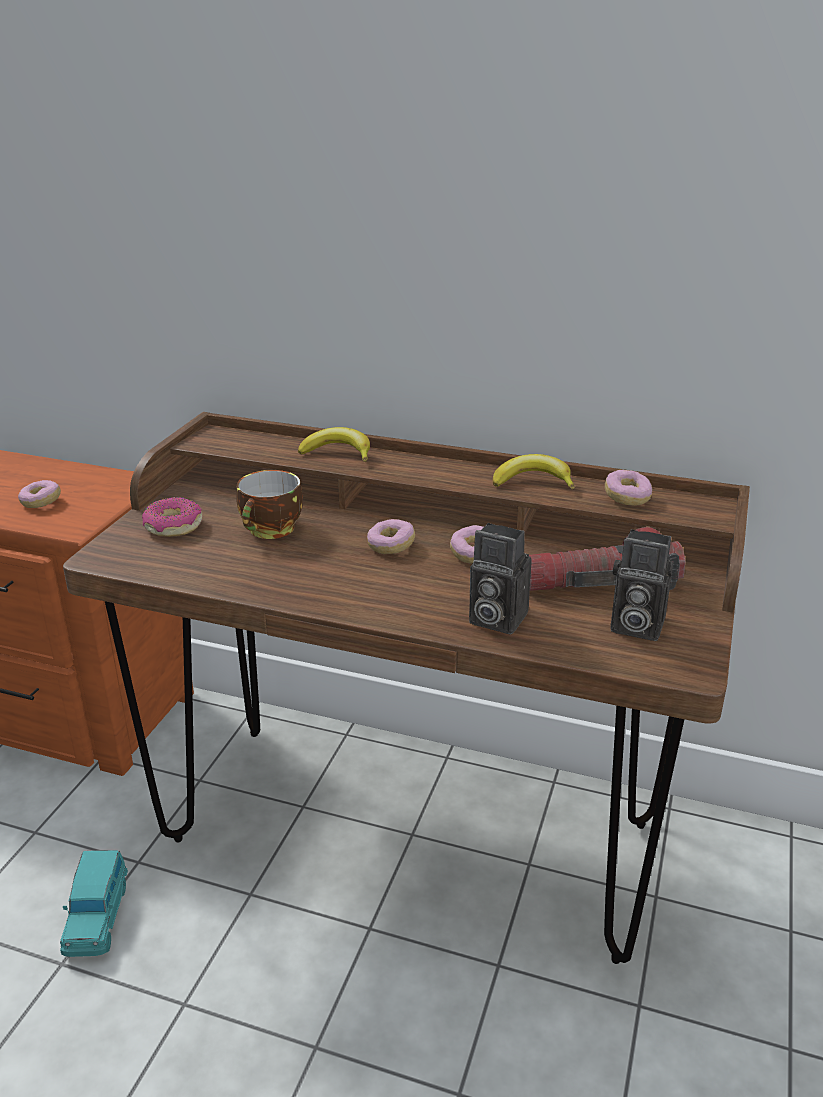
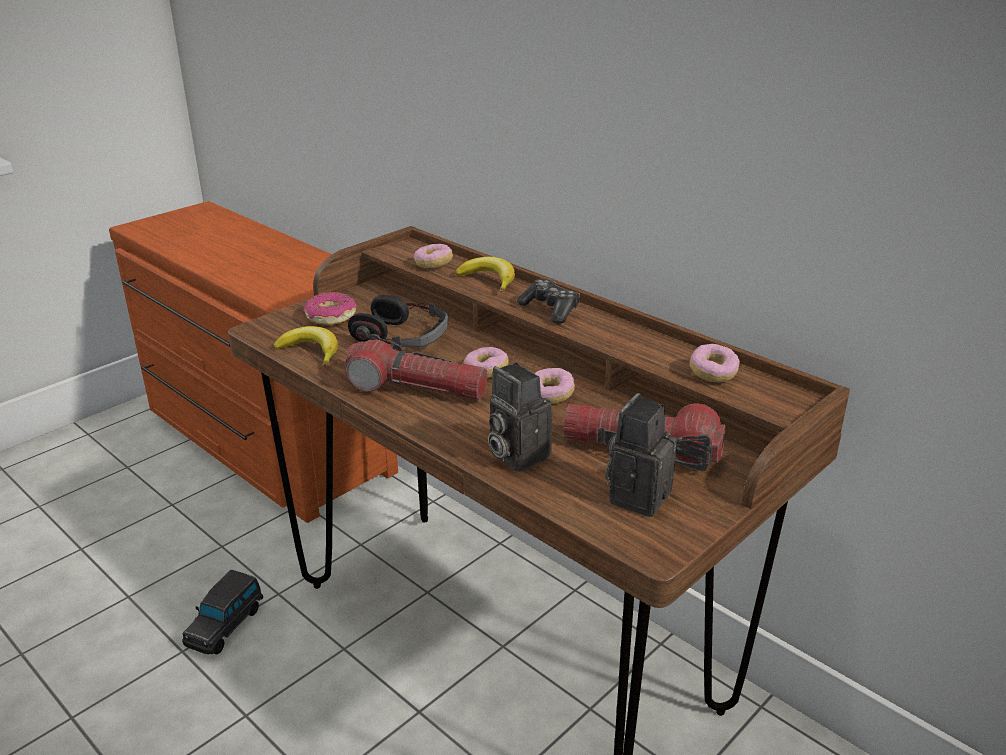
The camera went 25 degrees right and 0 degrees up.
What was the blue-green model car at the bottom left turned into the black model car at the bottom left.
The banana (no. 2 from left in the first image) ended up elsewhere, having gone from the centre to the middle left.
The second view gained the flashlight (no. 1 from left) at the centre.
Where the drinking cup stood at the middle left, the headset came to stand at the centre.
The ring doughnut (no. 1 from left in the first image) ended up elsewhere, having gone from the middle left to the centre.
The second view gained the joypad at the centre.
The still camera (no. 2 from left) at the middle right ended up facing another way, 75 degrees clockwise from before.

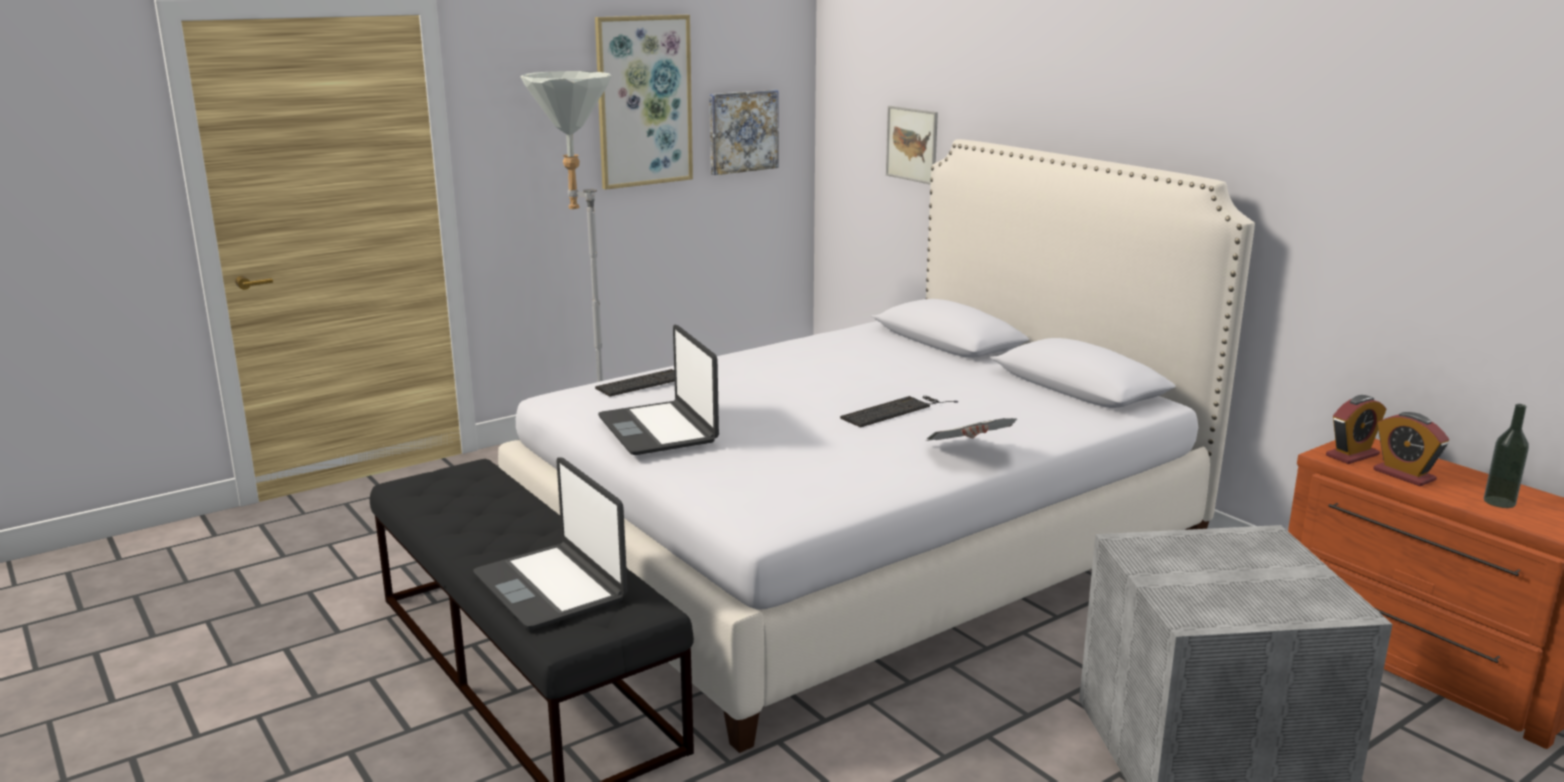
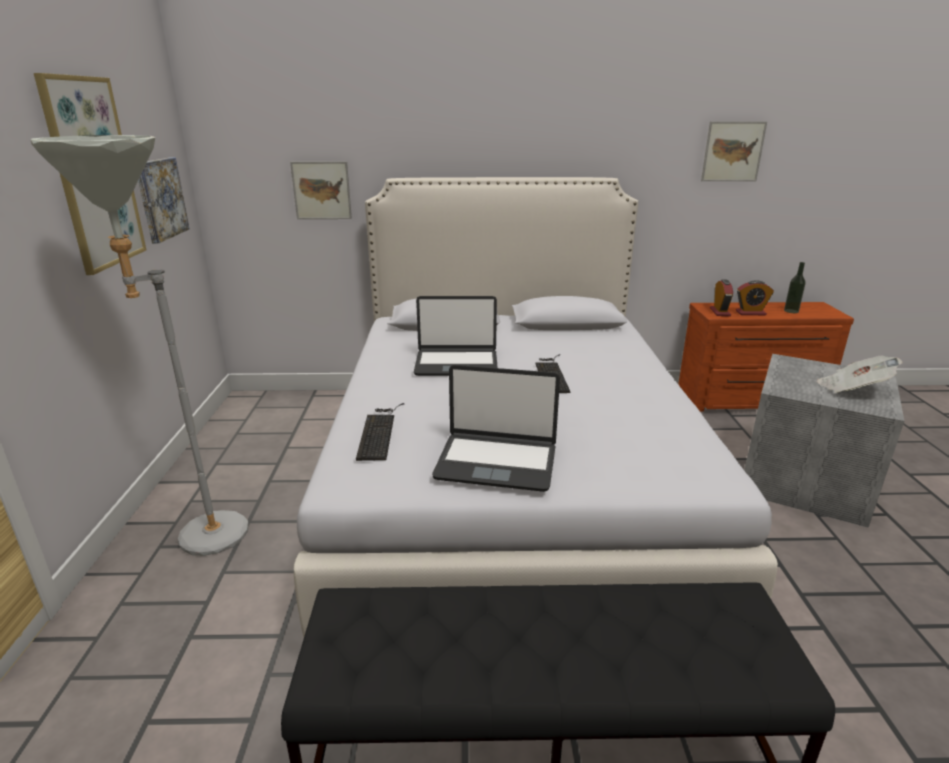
The camera went 55 degrees left and 5 degrees up.
The portable computer (no. 1 from left) ended up elsewhere, having gone from the bottom centre to the centre.
The second view gained the wall picture (no. 4 from left) at the top right.
The daily paper ended up elsewhere, having gone from the centre to the middle right.

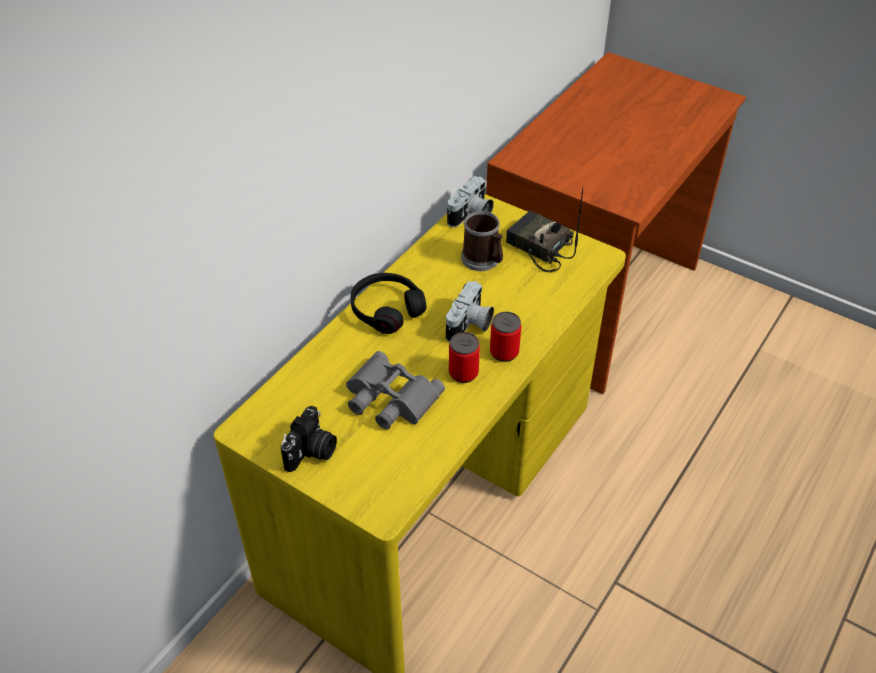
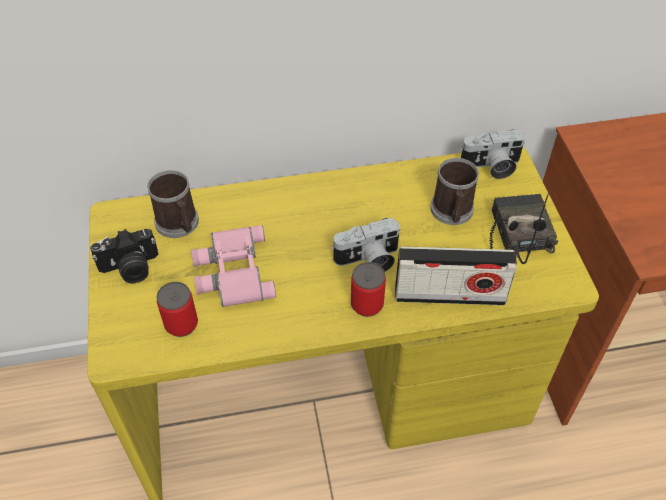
The camera went 45 degrees right and 5 degrees up.
The second view gained the tea mug (no. 1 from left) at the middle left.
The metal can (no. 1 from left) ended up elsewhere, having gone from the centre to the middle left.
What was the gray binoculars at the centre turned into the pinkish binoculars at the centre.
The second view gained the radio receiver (no. 1 from left) at the middle right.
The second view lost the black headset at the centre.

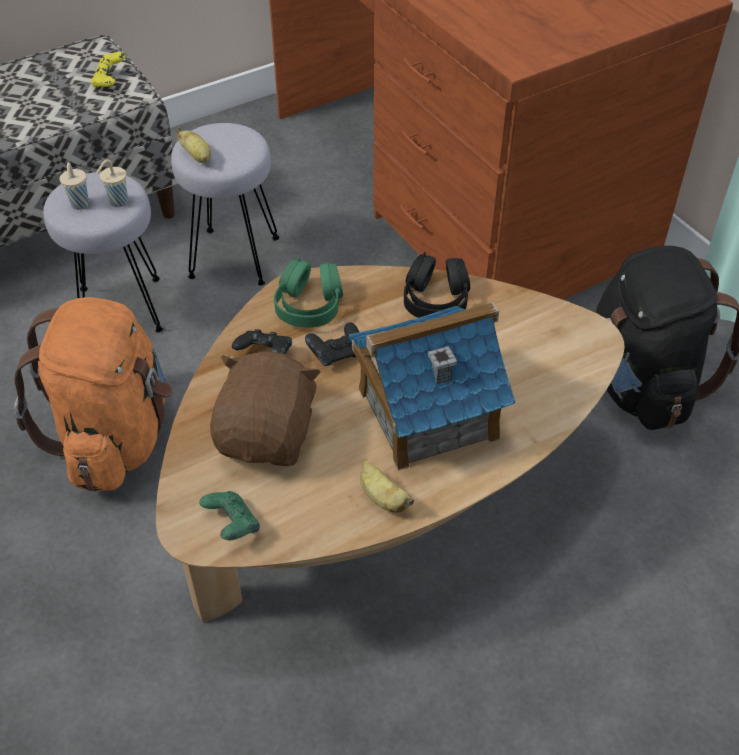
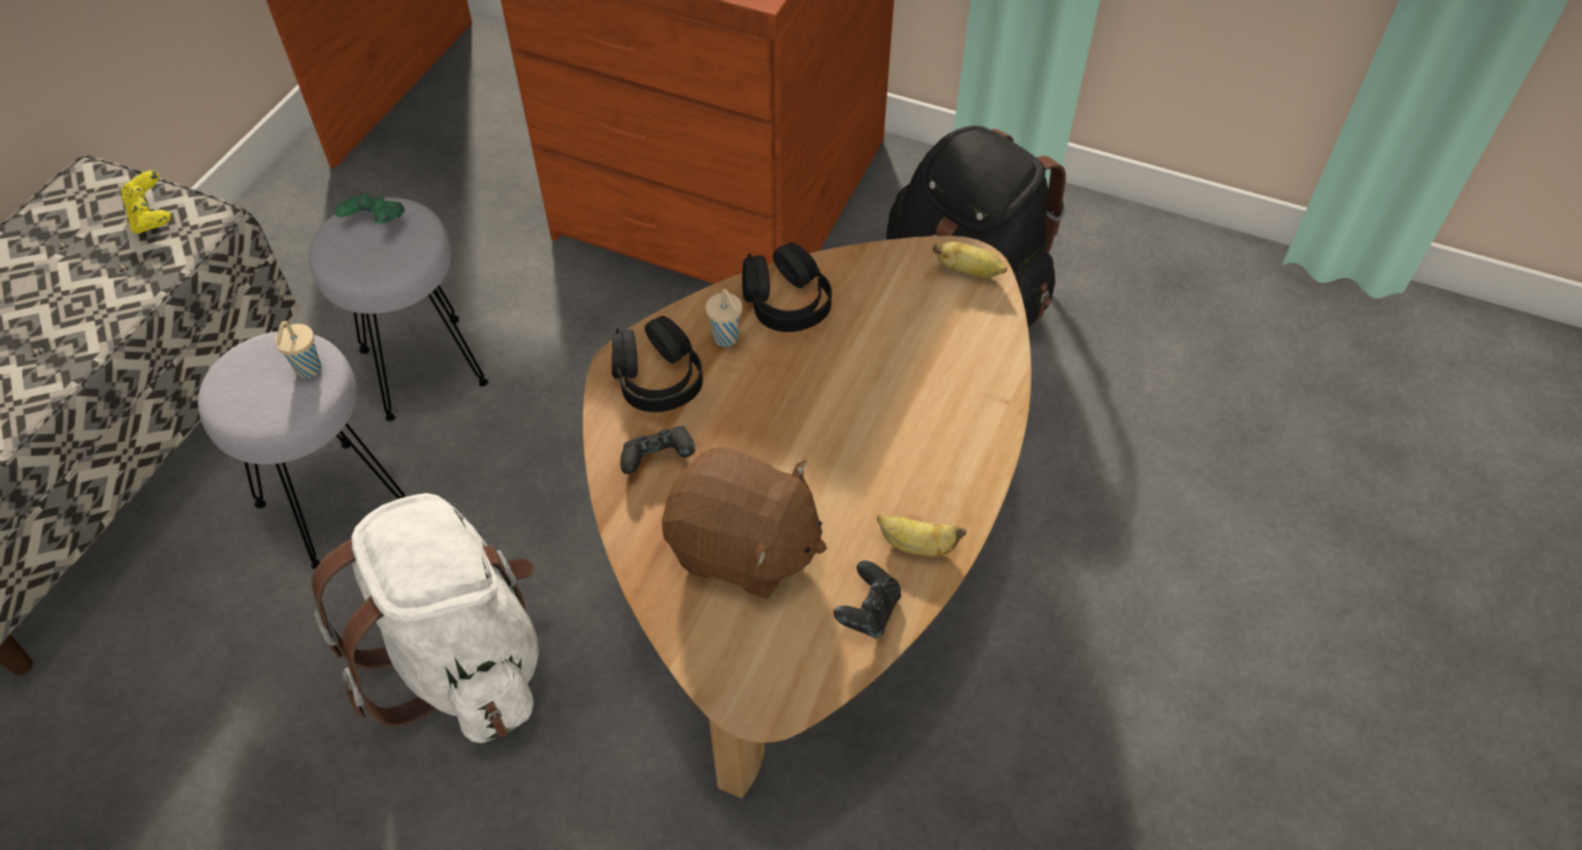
The camera went 35 degrees left and 5 degrees up.
What was the orange-coloured rucksack at the middle left turned into the white rucksack at the bottom left.
The green joypad ended up elsewhere, having gone from the bottom left to the top left.
What was the green headset at the centre turned into the black headset (no. 1 from left) at the centre.
The brownish cuddly toy at the centre ended up facing another way, 135 degrees clockwise from before.
The sand-coloured drinking cup (no. 1 from left in the first image) ended up elsewhere, having gone from the top left to the centre.
The black joypad (no. 2 from left) ended up elsewhere, having gone from the centre to the bottom centre.
The banana (no. 1 from left in the first image) ended up elsewhere, having gone from the top left to the top centre.
The second view lost the toy house at the centre.

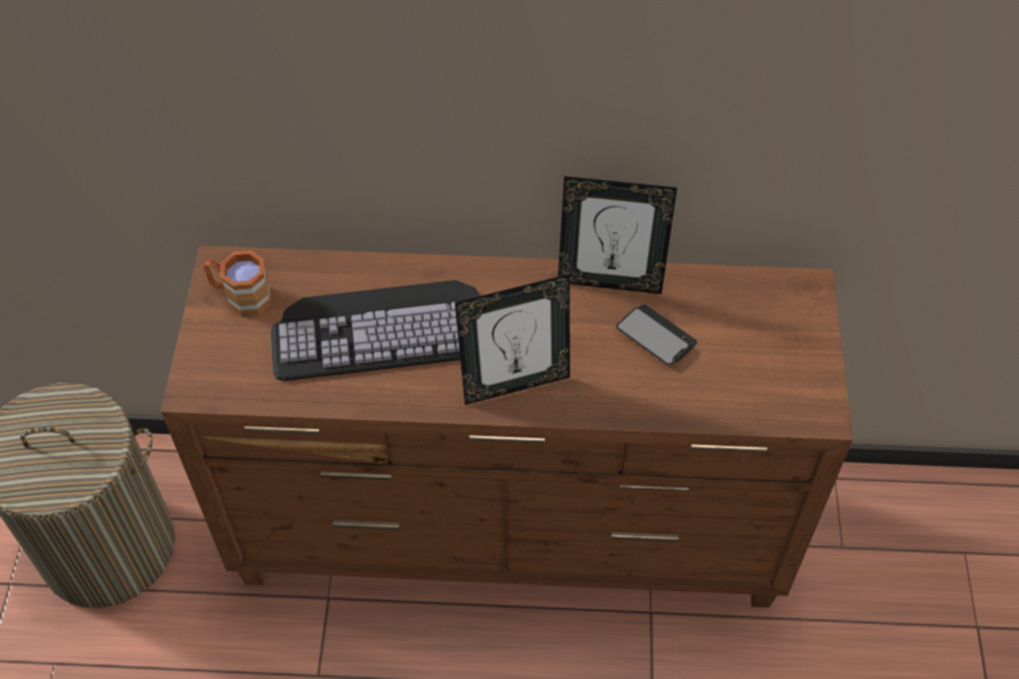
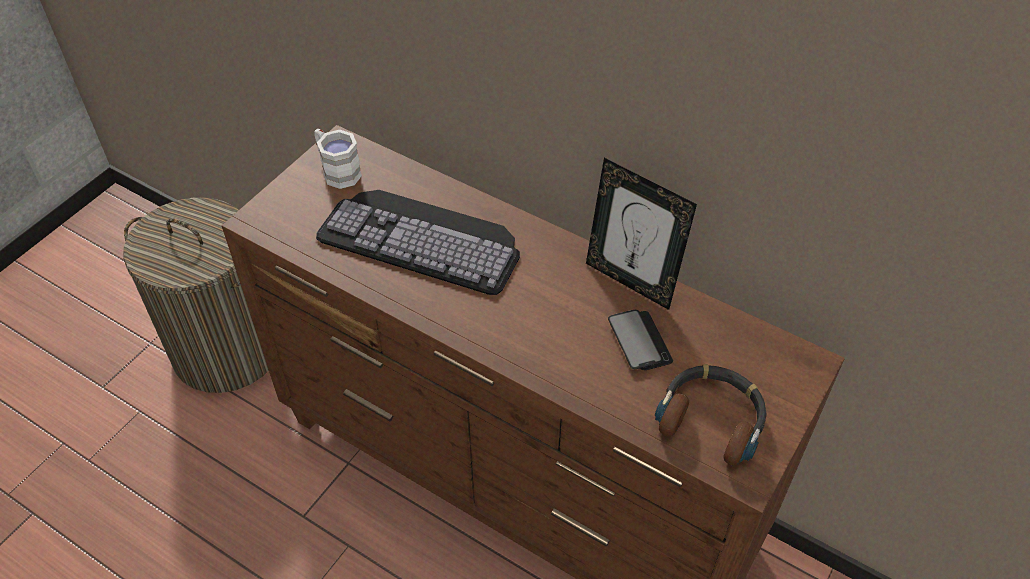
The camera went 30 degrees right and 5 degrees down.
What was the brownish tea mug at the middle left turned into the white tea mug at the top left.
The second view gained the headset at the bottom right.
The second view lost the photo frame (no. 1 from left) at the centre.

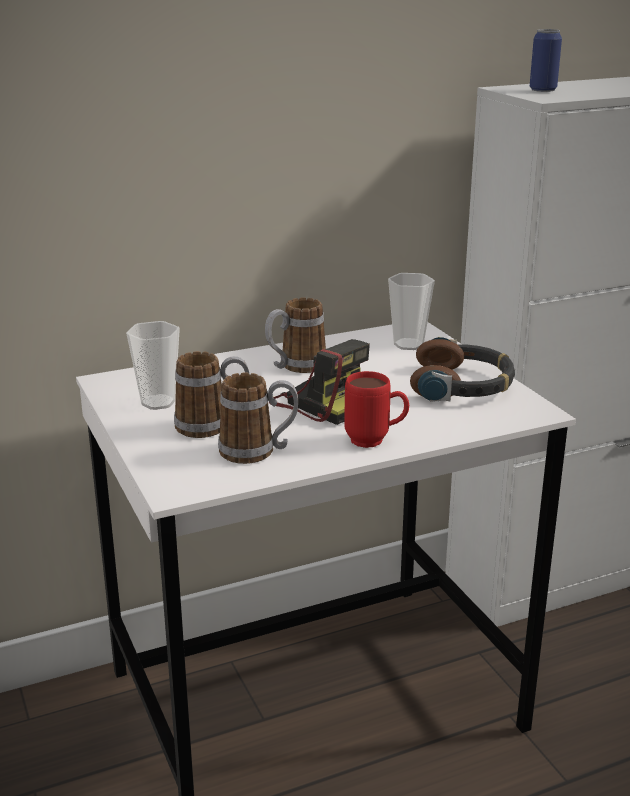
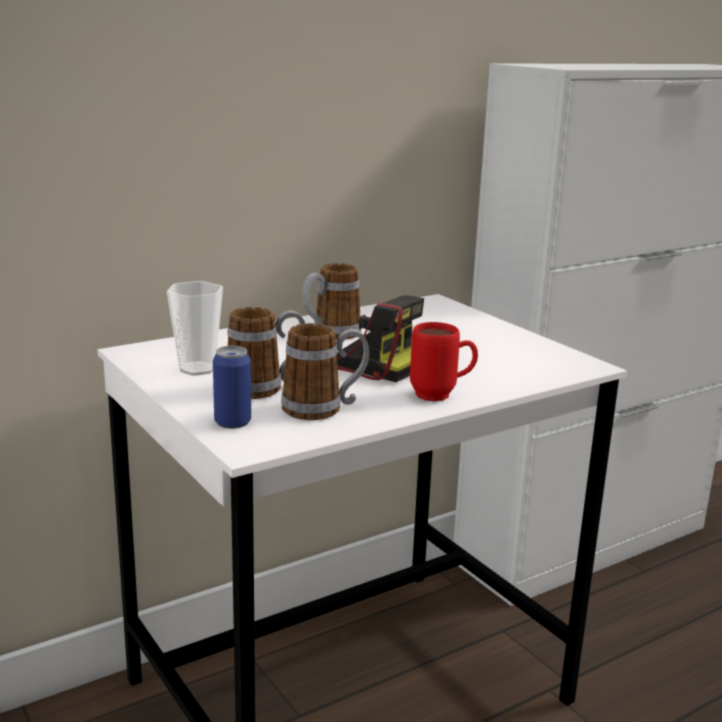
The camera went 10 degrees left and 5 degrees down.
The metal can ended up elsewhere, having gone from the top right to the middle left.
The second view lost the drinking cup (no. 2 from left) at the centre.
The second view lost the headset at the middle right.

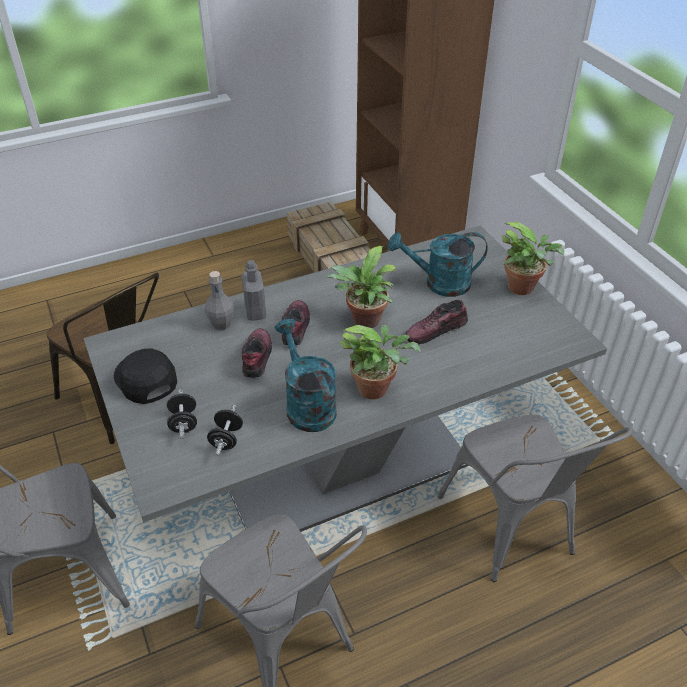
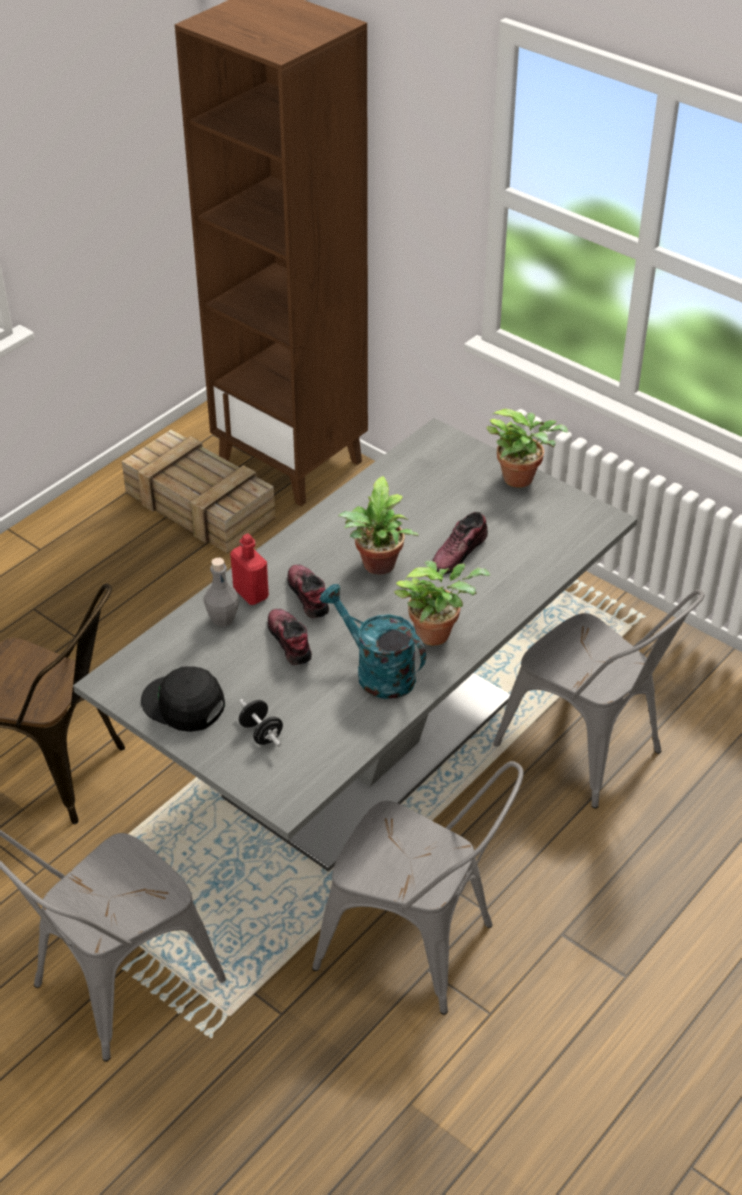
The camera went 25 degrees left and 0 degrees up.
What was the gray drink bottle (no. 2 from left) at the centre turned into the red-coloured drink bottle at the centre.
The second view lost the black dumbbell (no. 2 from left) at the middle left.
The second view lost the blue-green watering can (no. 2 from left) at the centre.

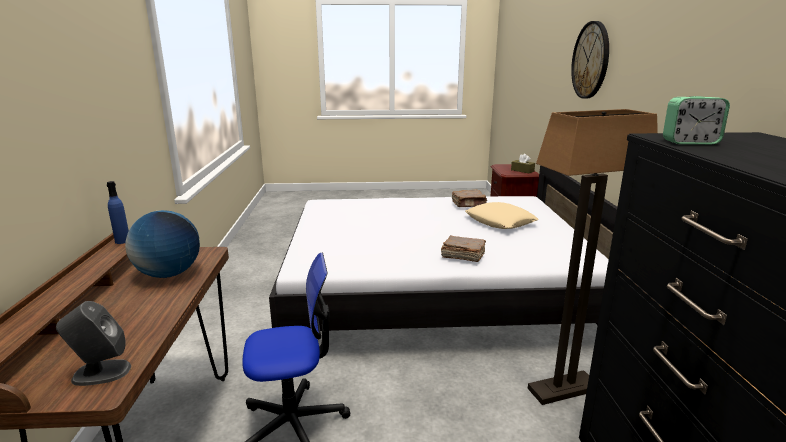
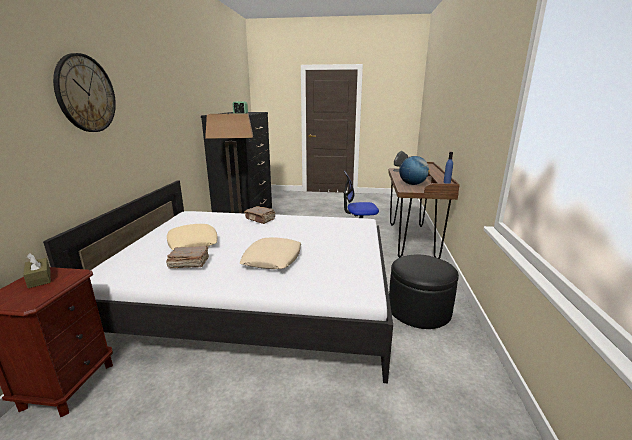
The camera went 170 degrees left and 0 degrees up.
The second view gained the sand-coloured throw pillow (no. 2 from left) at the centre.
The second view gained the black ottoman at the middle right.

